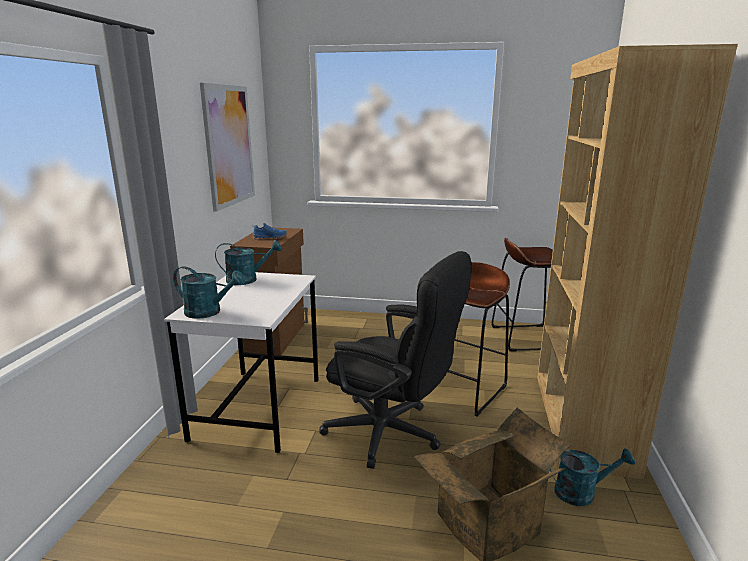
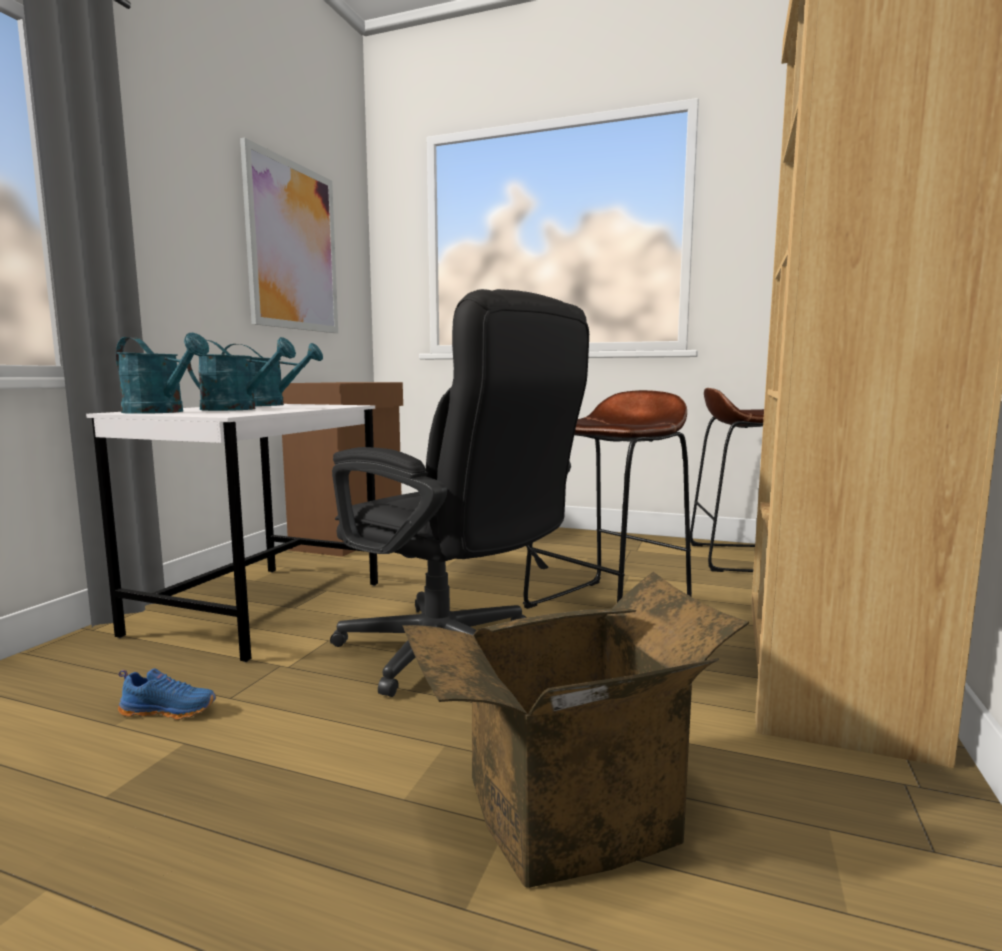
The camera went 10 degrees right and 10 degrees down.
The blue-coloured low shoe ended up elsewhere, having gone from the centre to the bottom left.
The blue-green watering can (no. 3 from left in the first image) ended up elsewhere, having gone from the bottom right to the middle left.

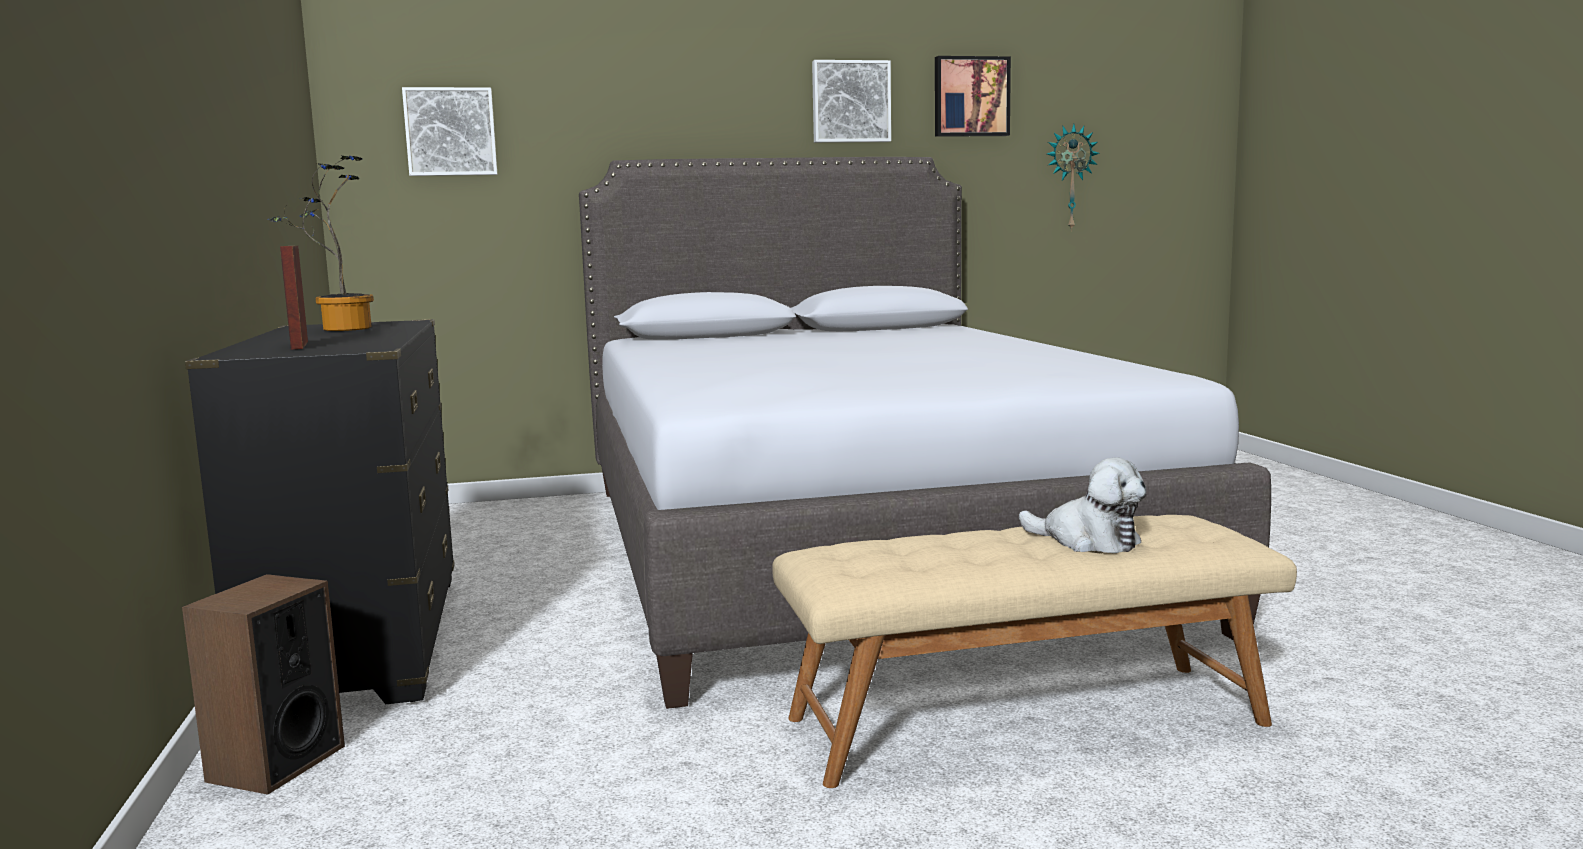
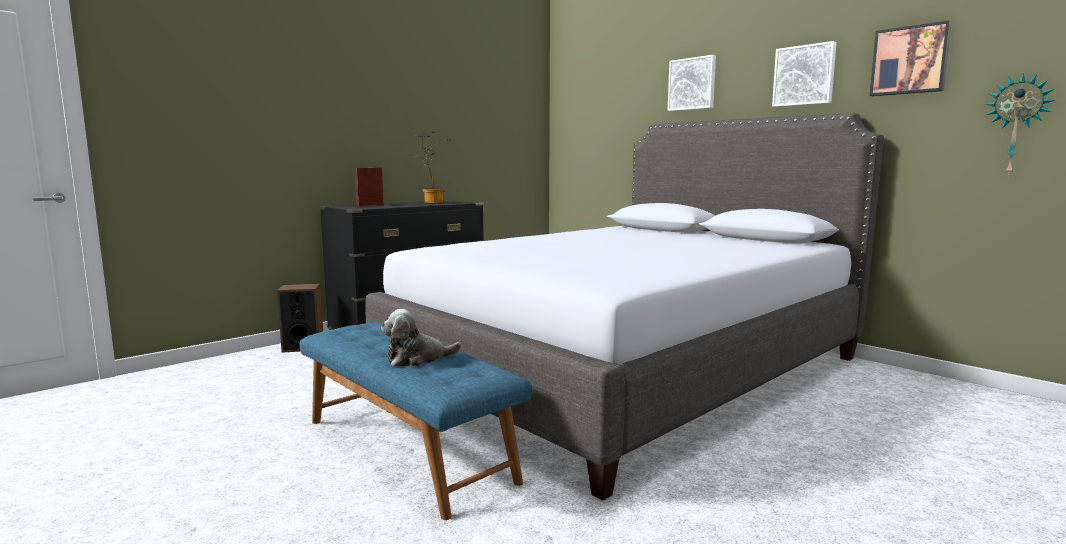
The camera went 60 degrees right and 0 degrees up.
What was the sand-coloured indoor bench at the bottom centre turned into the blue-coloured indoor bench at the bottom centre.
The cuddly toy at the middle right ended up facing another way, 60 degrees clockwise from before.
The wall picture (no. 1 from left) ended up elsewhere, having gone from the top left to the top centre.

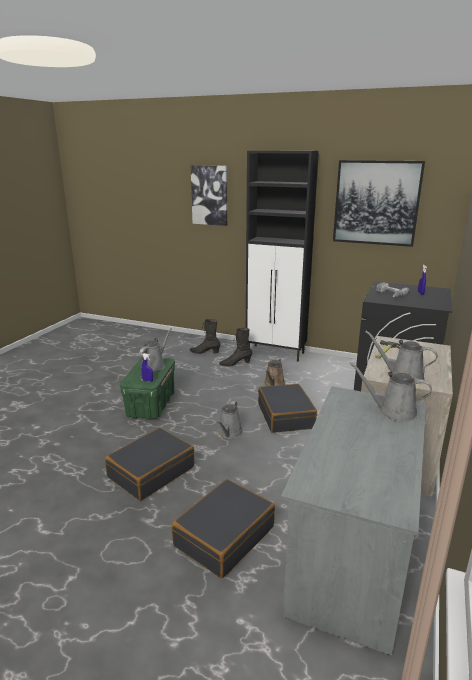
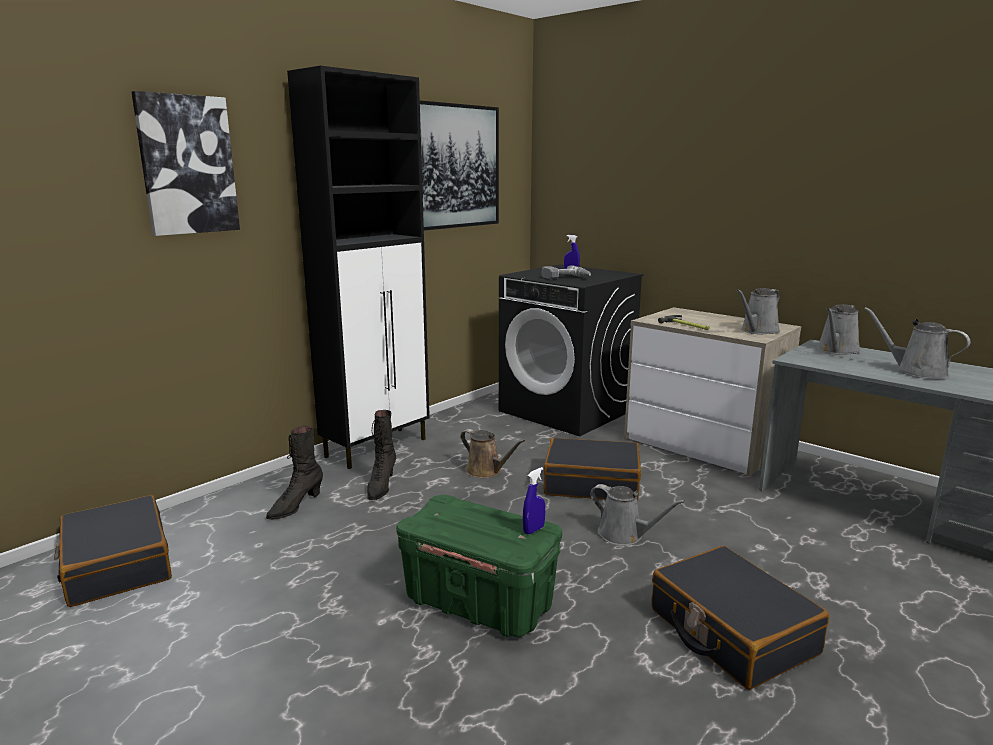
The camera went 70 degrees left and 5 degrees down.
The black piece of luggage (no. 2 from left in the first image) ended up elsewhere, having gone from the bottom centre to the bottom left.
The gray watering can (no. 1 from left in the first image) ended up elsewhere, having gone from the middle left to the middle right.

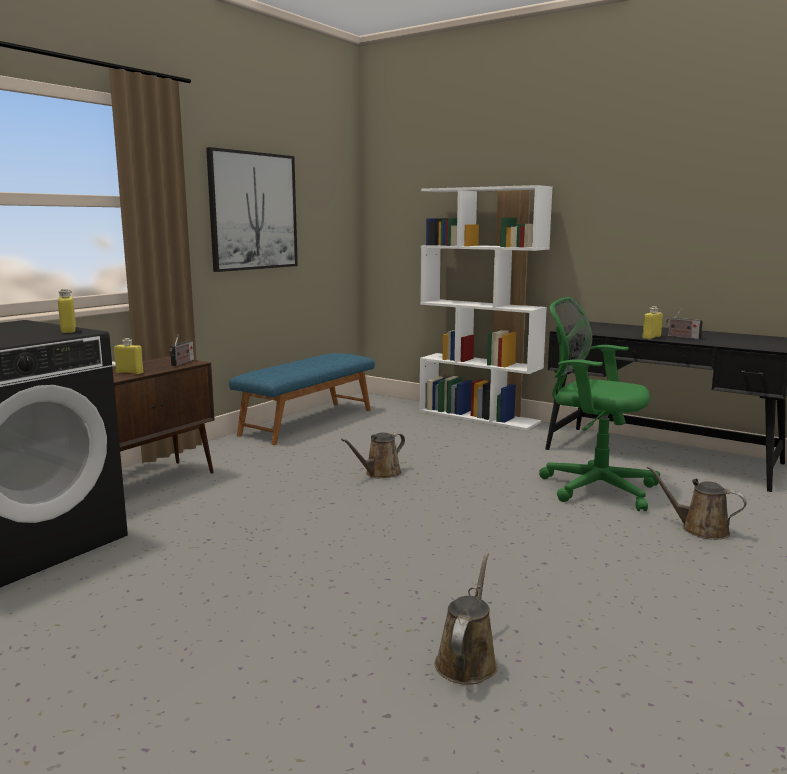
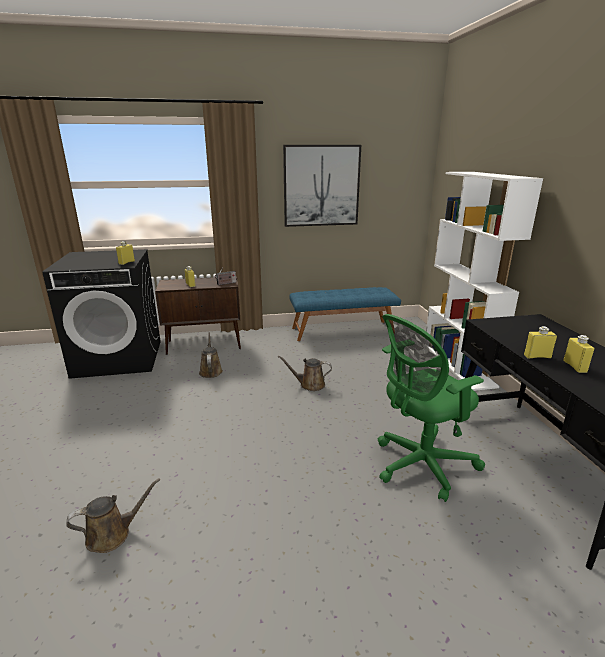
The camera went 45 degrees right and 10 degrees up.
The brownish watering can (no. 3 from left in the first image) ended up elsewhere, having gone from the middle right to the centre.
The green office chair at the middle right ended up facing another way, 105 degrees counterclockwise from before.
Where the radio receiver (no. 2 from left) stood at the middle right, the yellow-coloured drink bottle (no. 4 from left) came to stand at the middle right.

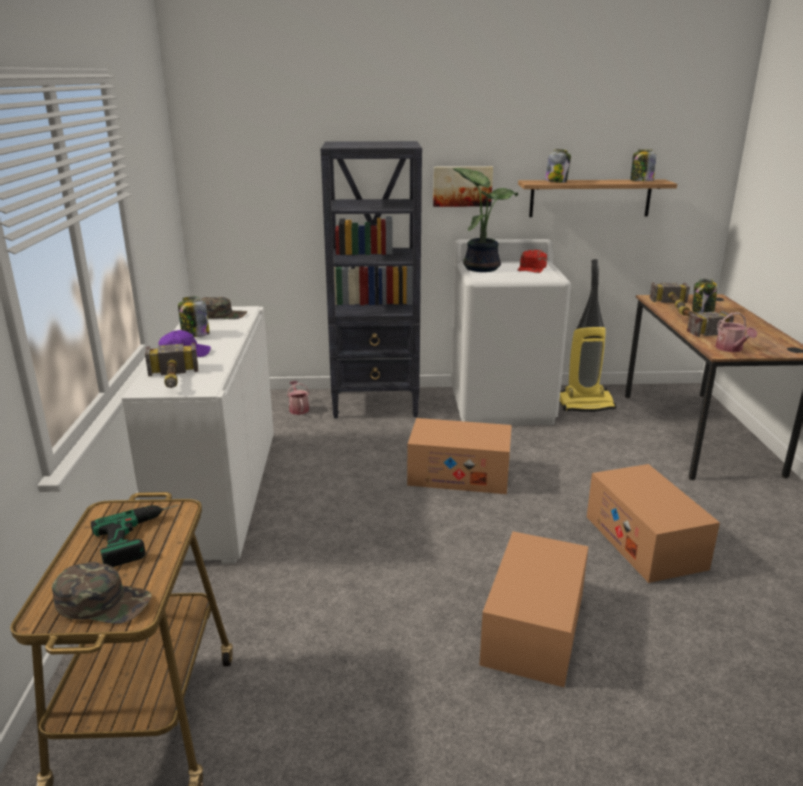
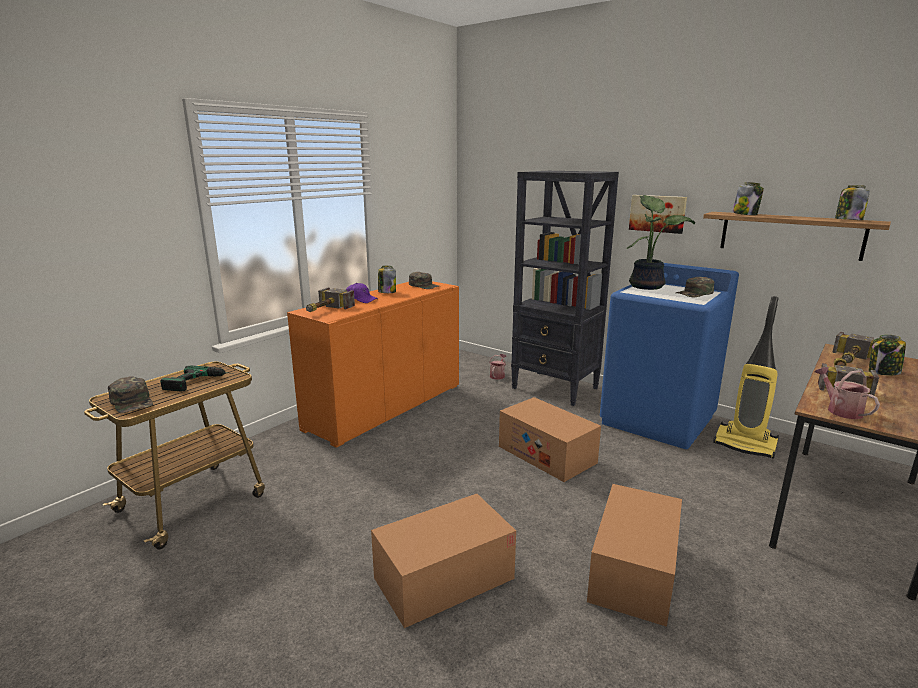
The camera went 40 degrees right and 5 degrees down.
What was the white storage cabinet at the middle left turned into the orange-coloured storage cabinet at the centre.
What was the white laundry appliance at the centre turned into the blue-coloured laundry appliance at the middle right.
What was the red-coloured cap at the top centre turned into the green cap (no. 3 from left) at the middle right.
The watering can (no. 2 from left) at the middle right ended up facing another way, 135 degrees clockwise from before.

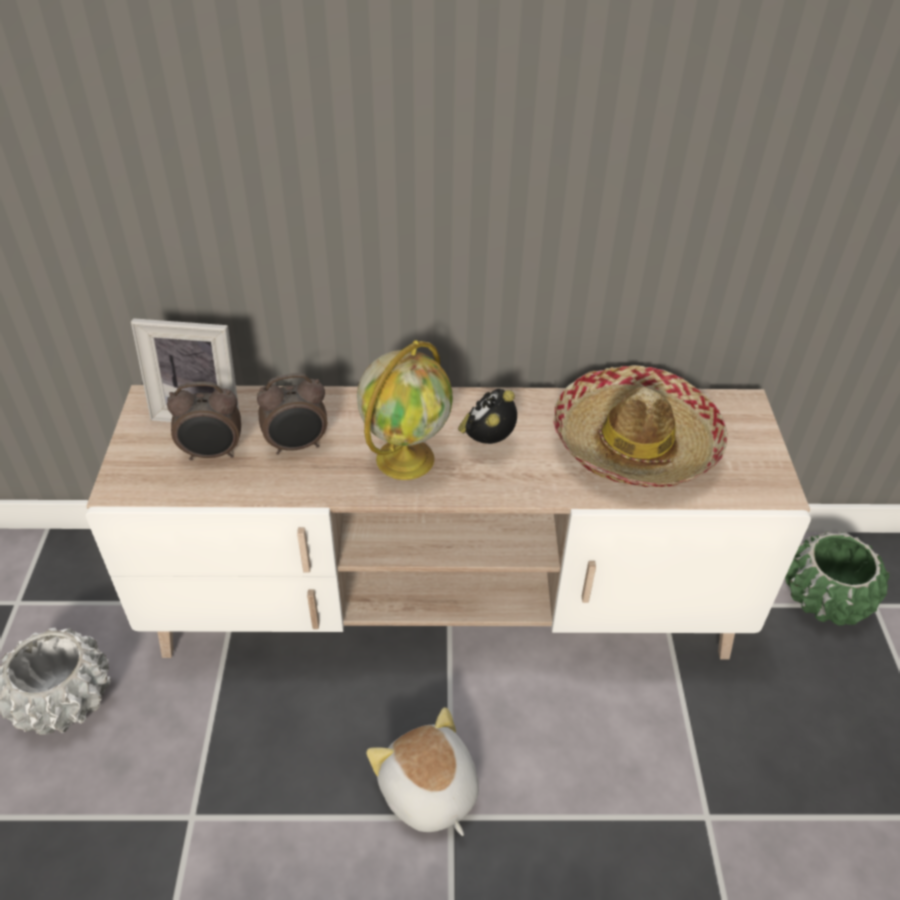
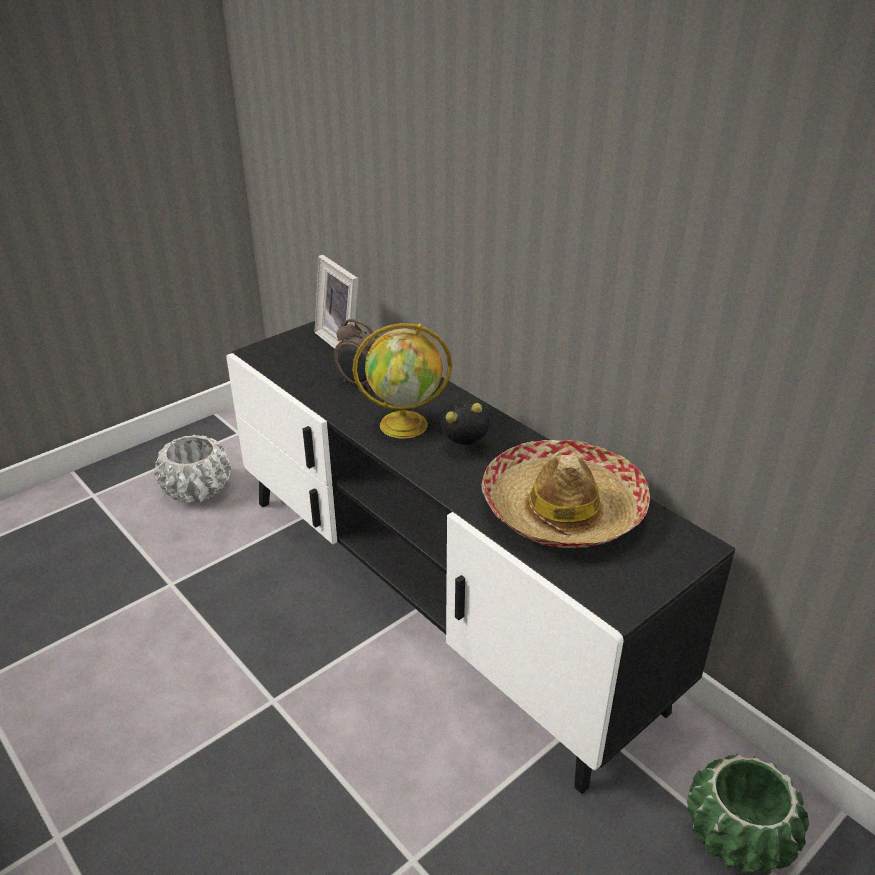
The camera went 50 degrees right and 10 degrees down.
What was the sand-coloured media console at the centre turned into the black media console at the centre.
The second view lost the alarm clock (no. 1 from left) at the middle left.
The second view lost the cuddly toy at the bottom centre.

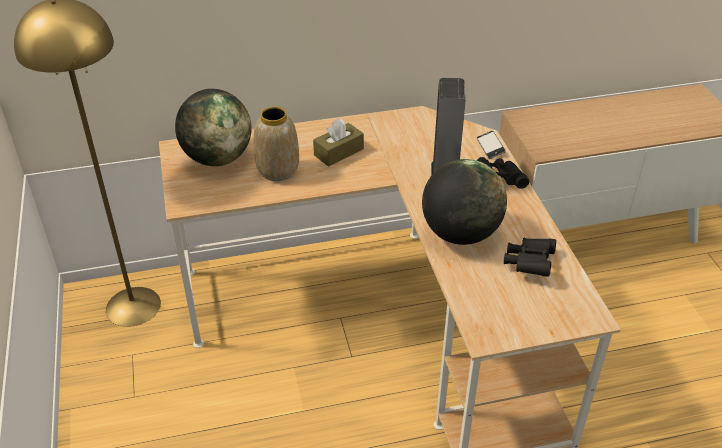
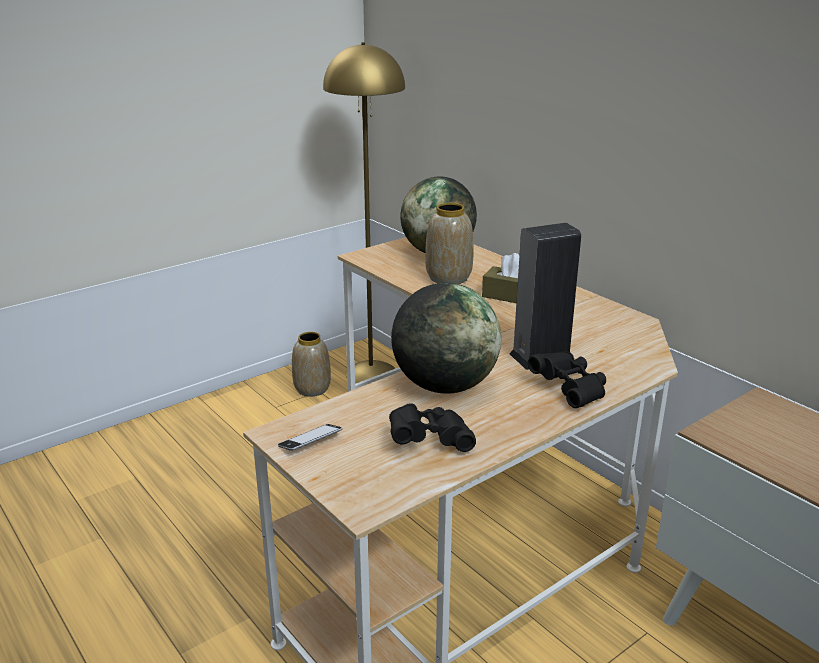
The camera went 65 degrees right and 15 degrees down.
The handset ended up elsewhere, having gone from the top right to the centre.
The second view gained the decorative vase (no. 1 from left) at the centre.

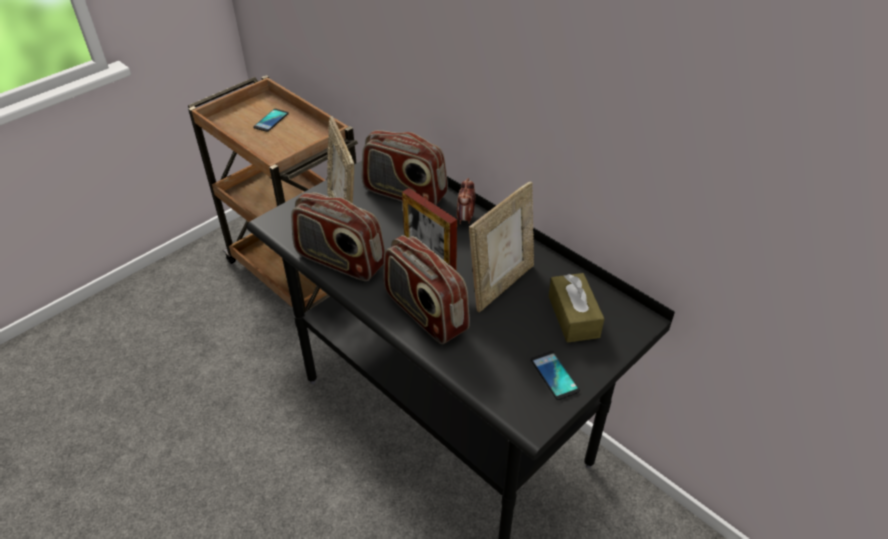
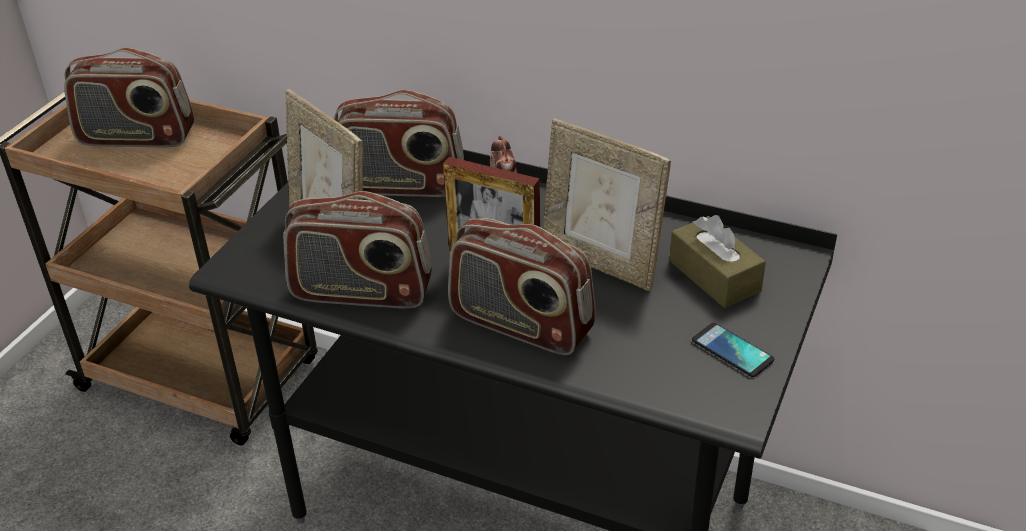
The camera went 20 degrees left and 5 degrees down.
Where the handset (no. 1 from left) stood at the top left, the radio receiver (no. 1 from left) came to stand at the top left.
The photo frame (no. 3 from left) at the centre ended up facing another way, 105 degrees clockwise from before.

